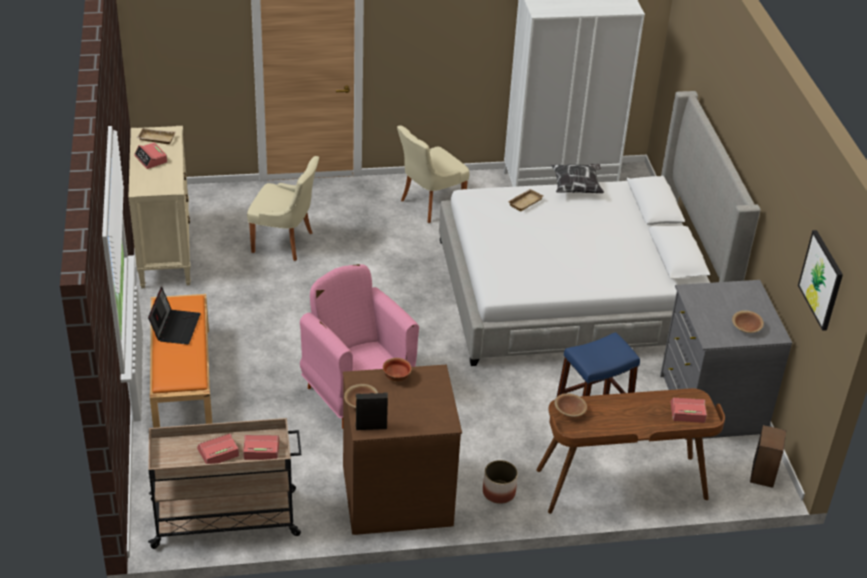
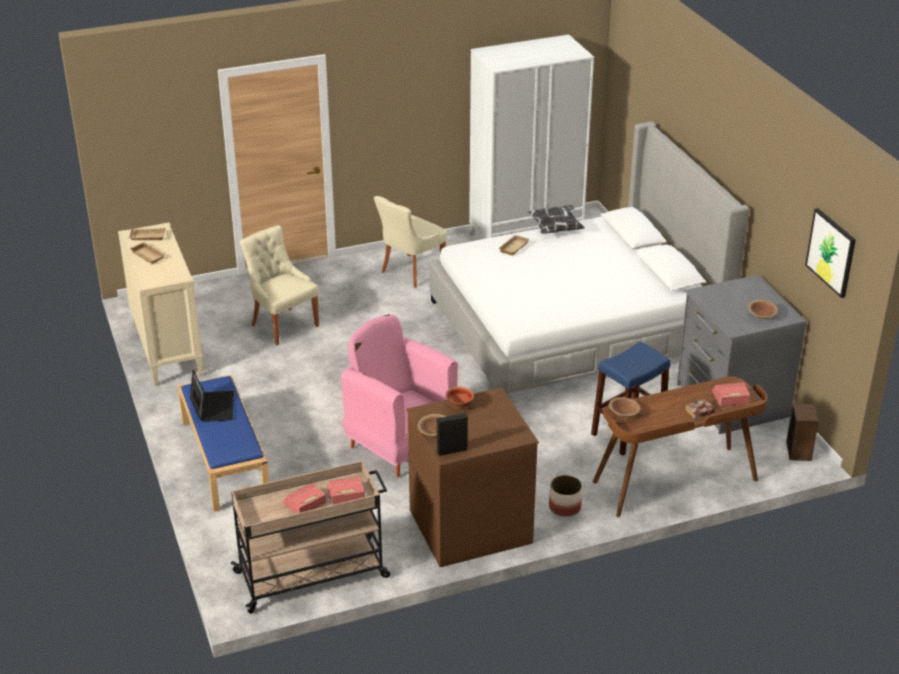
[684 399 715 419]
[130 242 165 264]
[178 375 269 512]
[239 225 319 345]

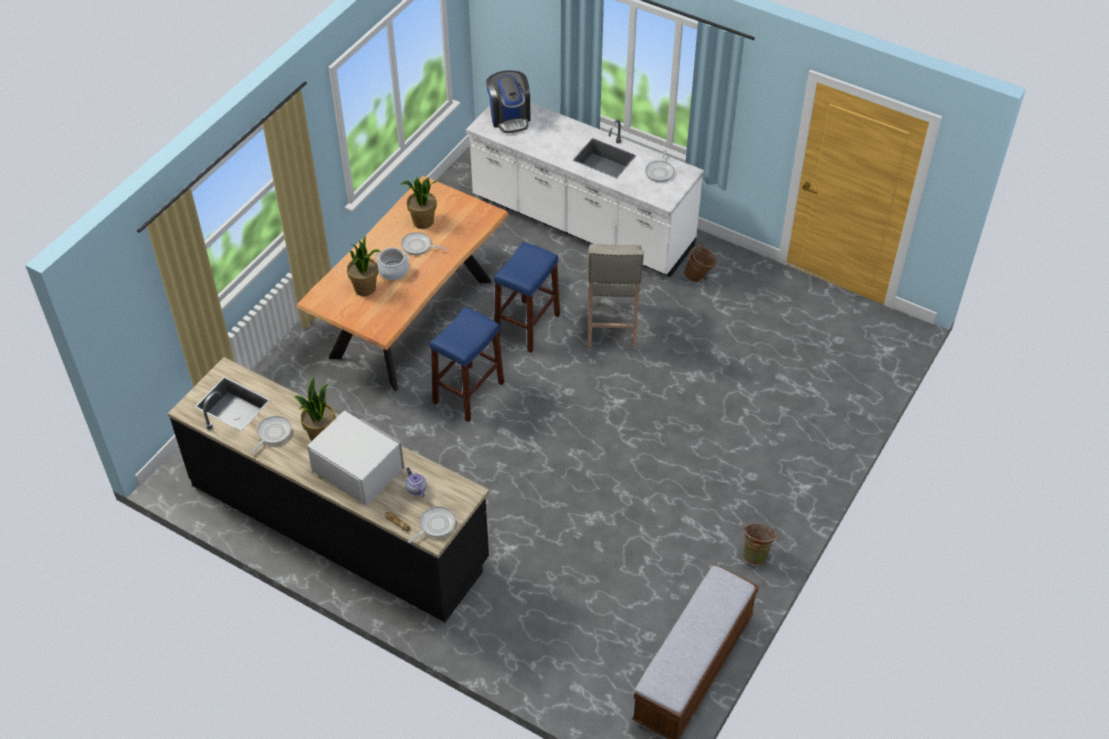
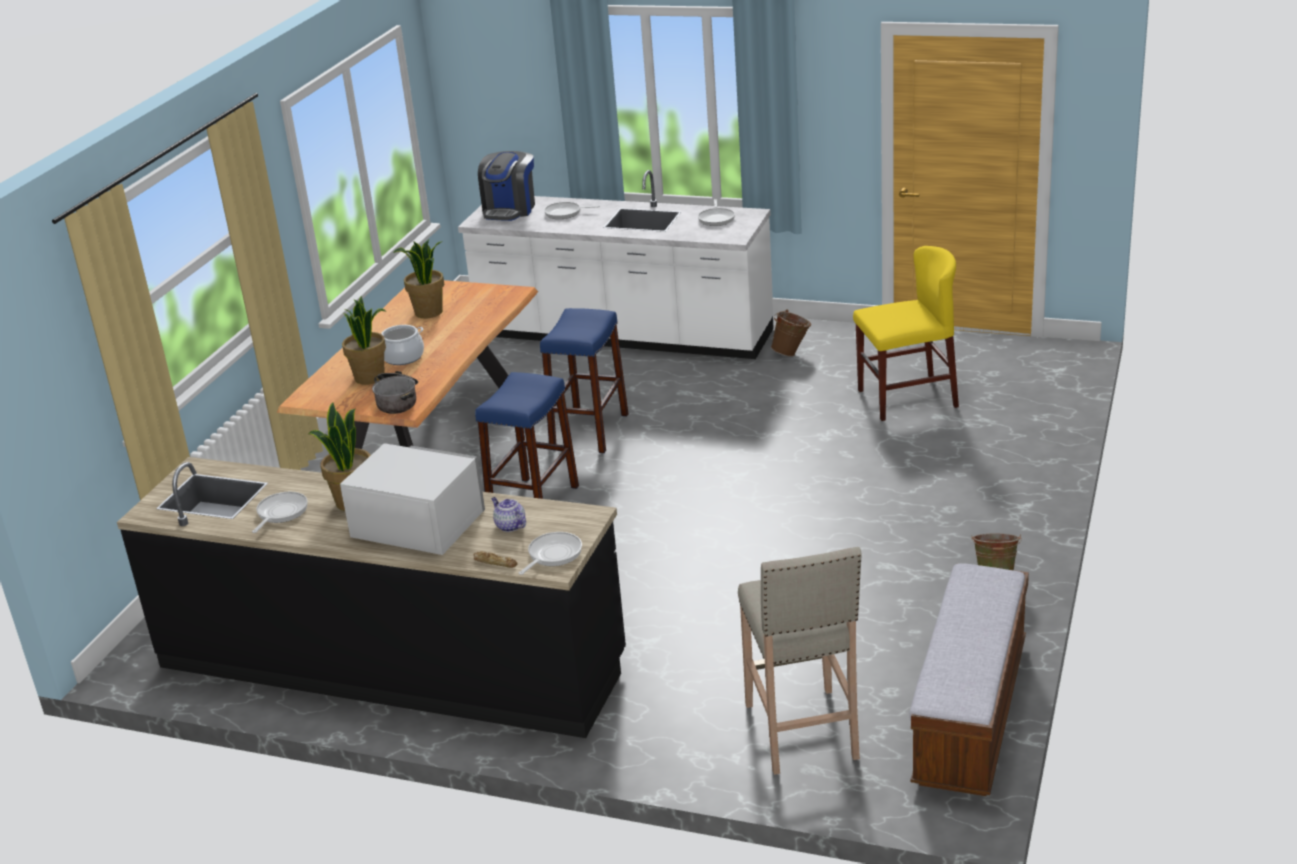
[372 371 418 414]
[853 246 959 421]
[544 202 600 219]
[738 547 862 775]
[478 151 535 221]

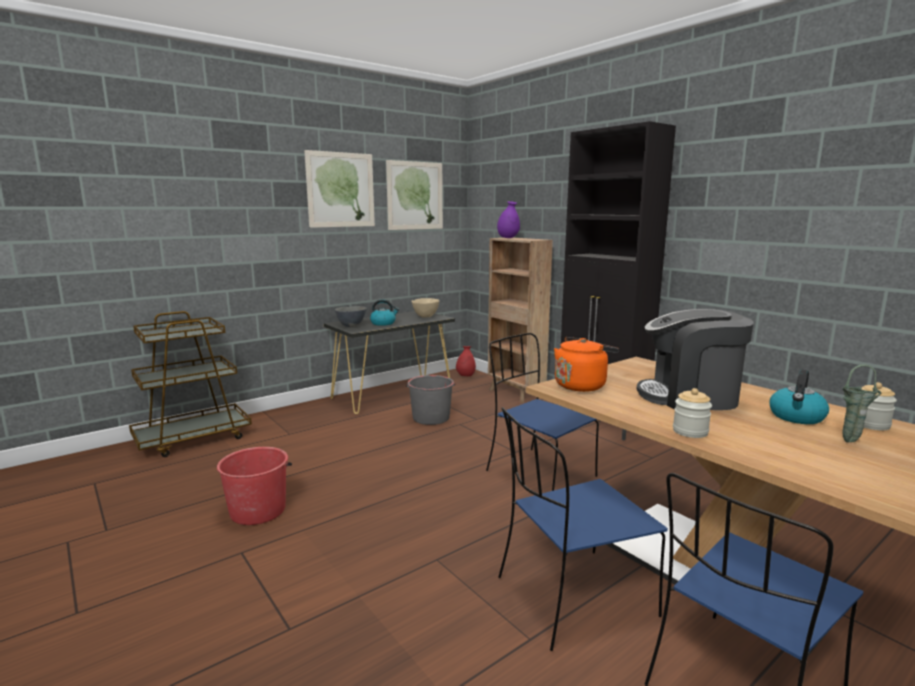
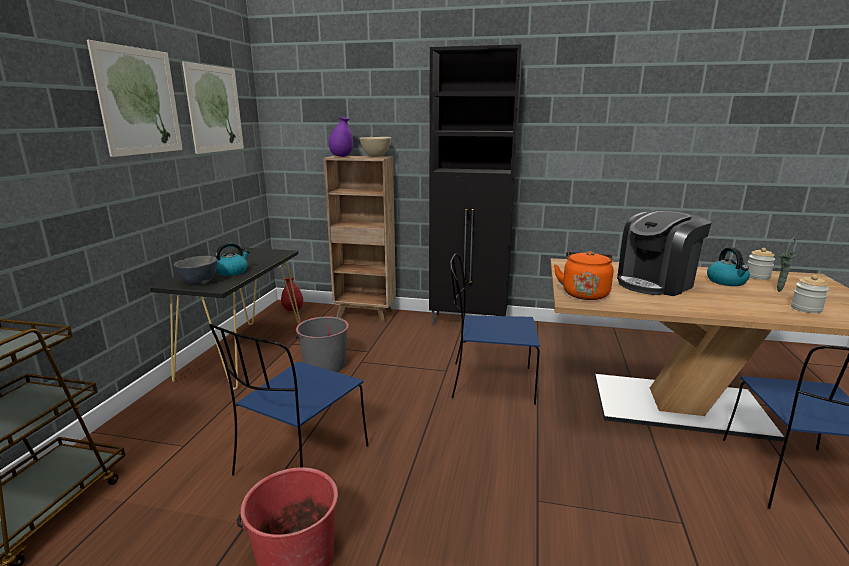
[360 137 391 157]
[209 324 369 475]
[791 275 829 313]

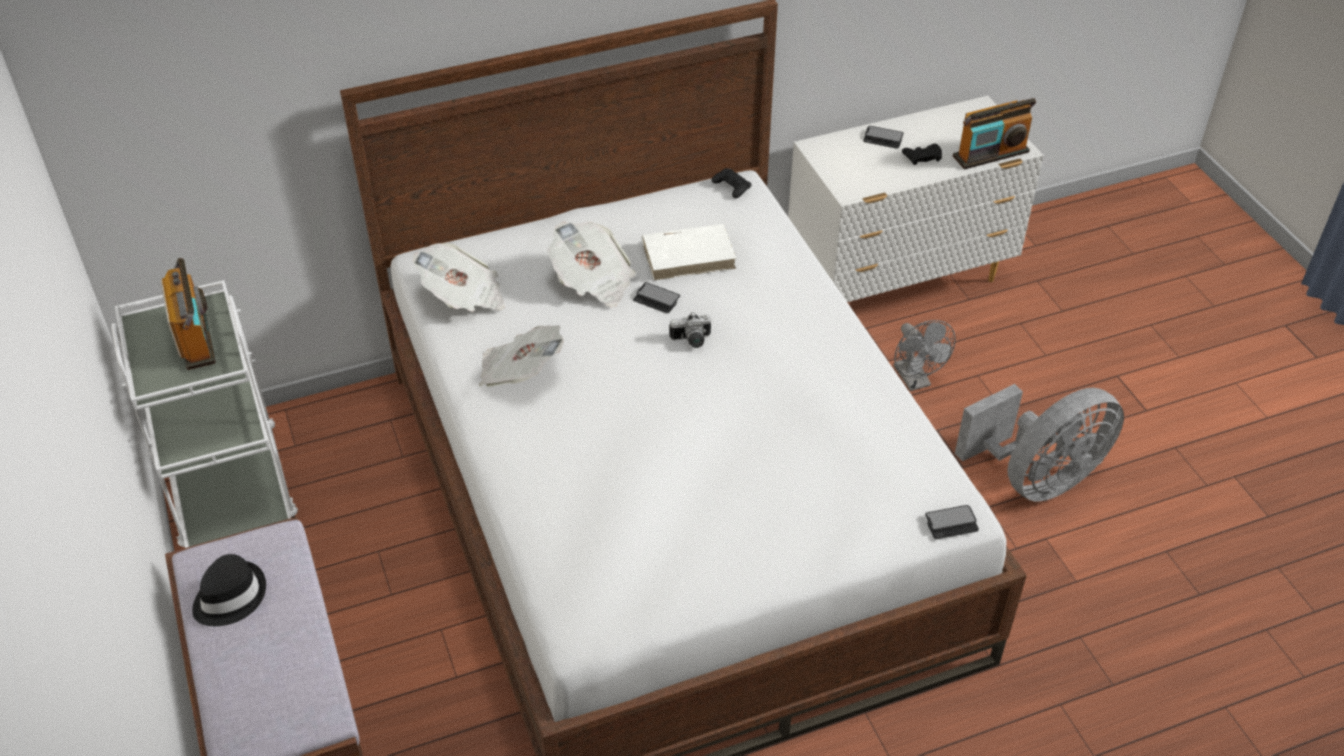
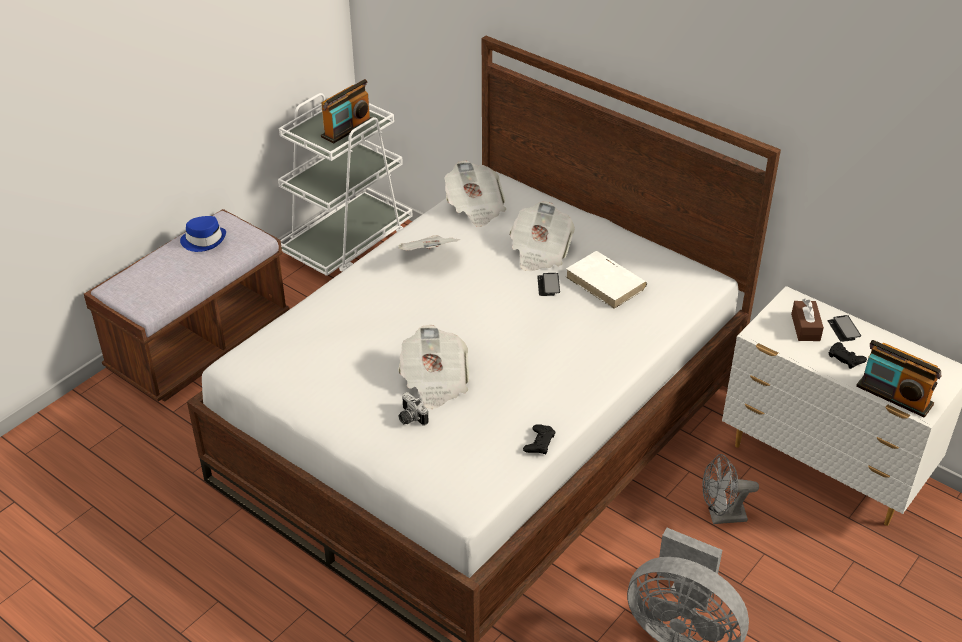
[925 505 979 539] (first image)
[398 325 469 409]
[791 299 824 341]
[399 392 429 425]
[523 424 556 454]
[180 216 226 252]
[702 454 759 524]

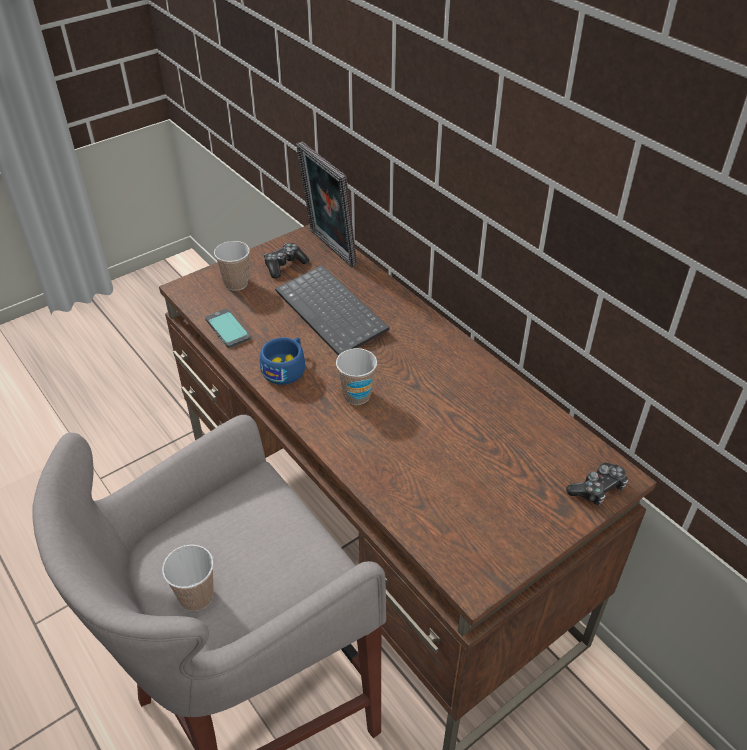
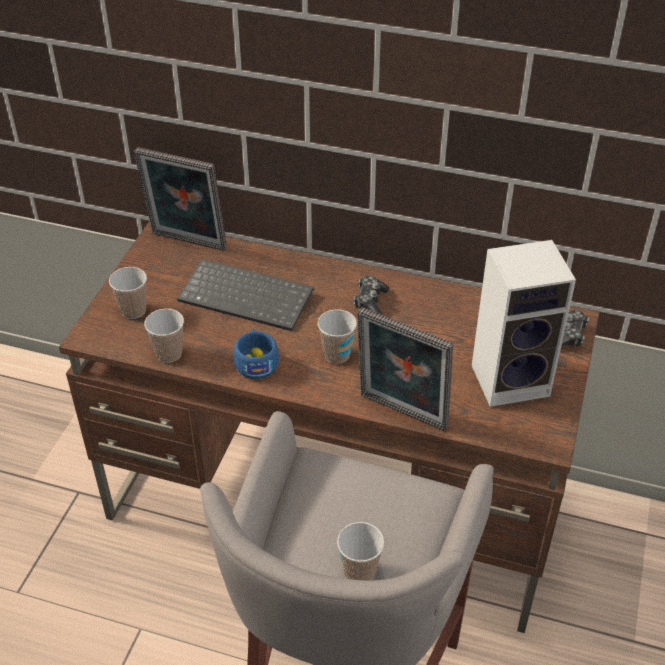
[357 307 453 431]
[472 240 576 407]
[353 276 389 315]
[144 309 184 363]

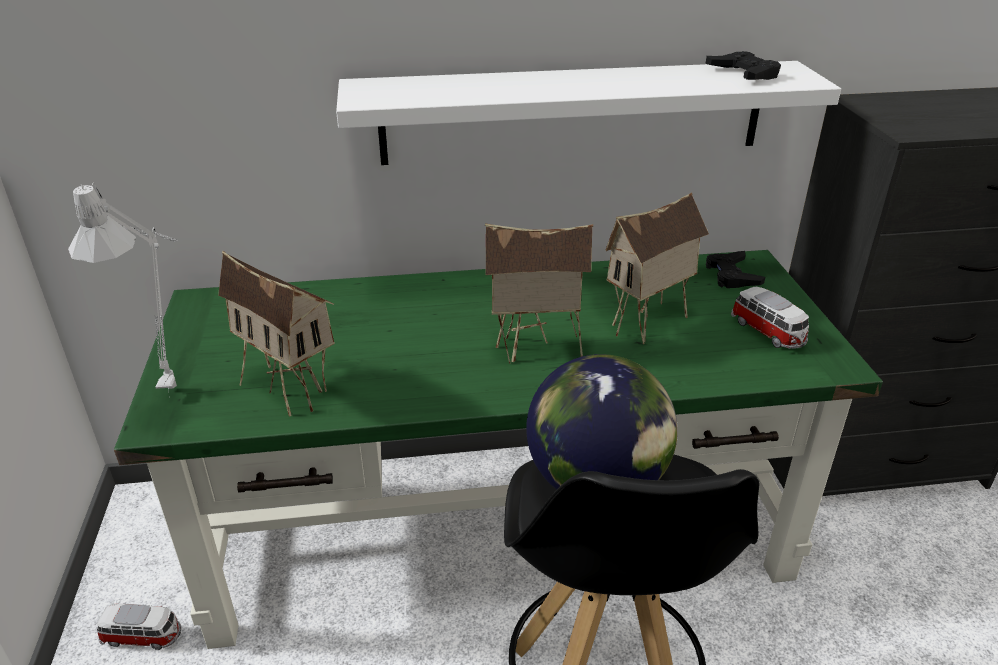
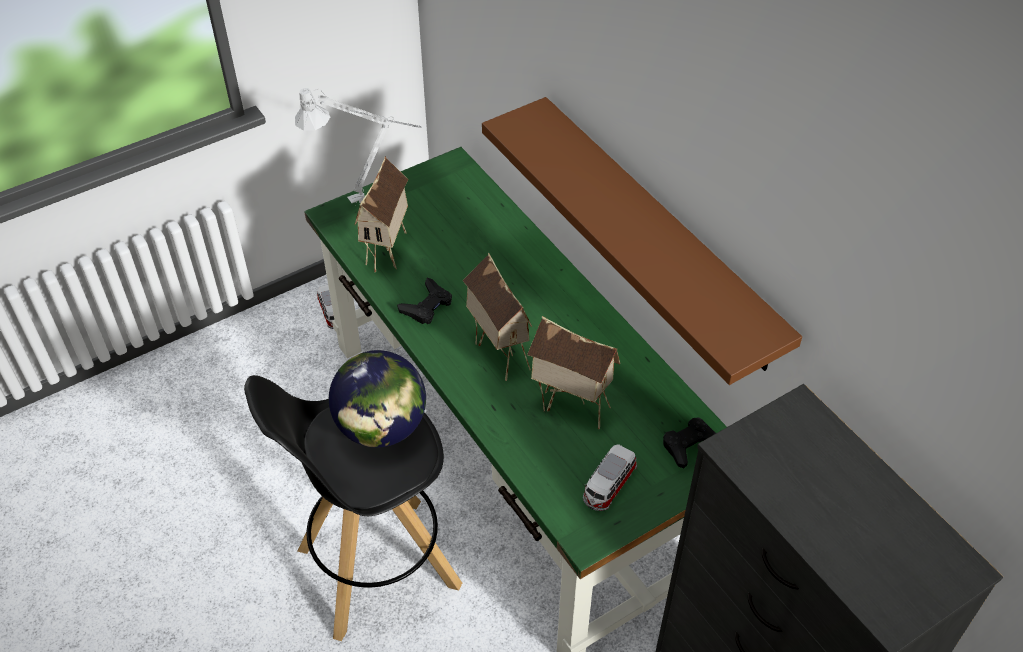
[397 278 452 324]
[482 97 802 385]

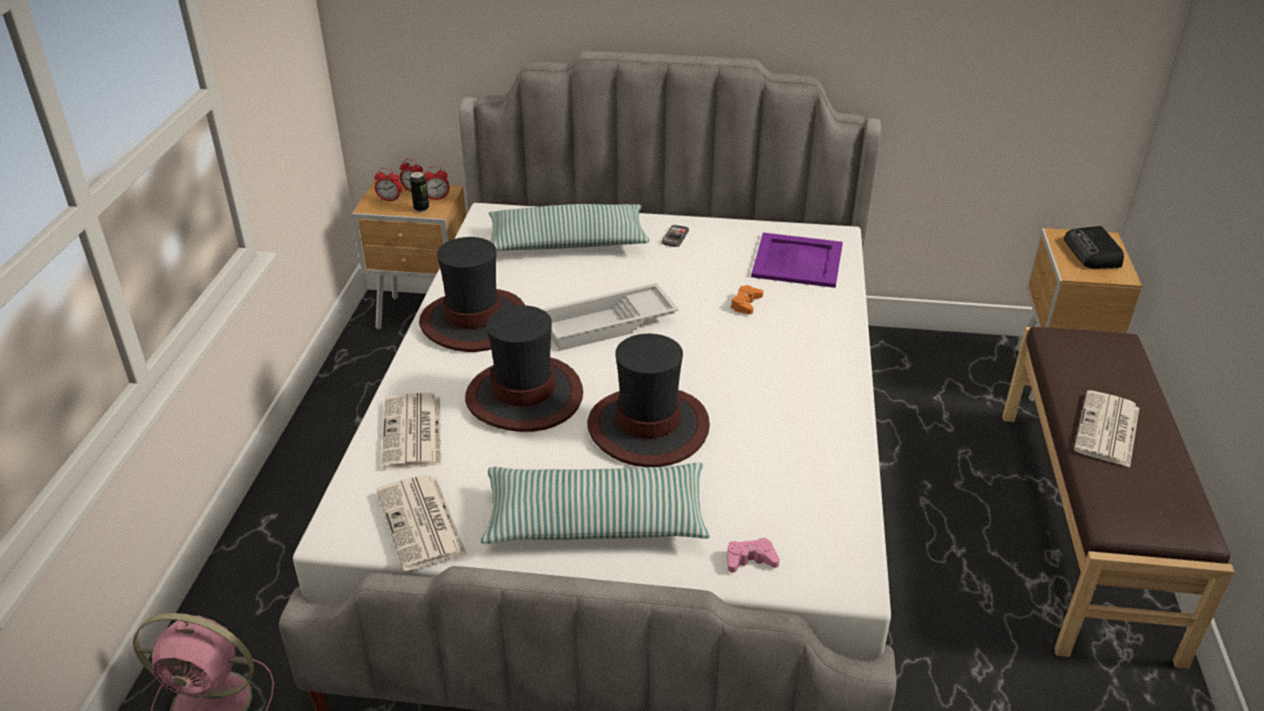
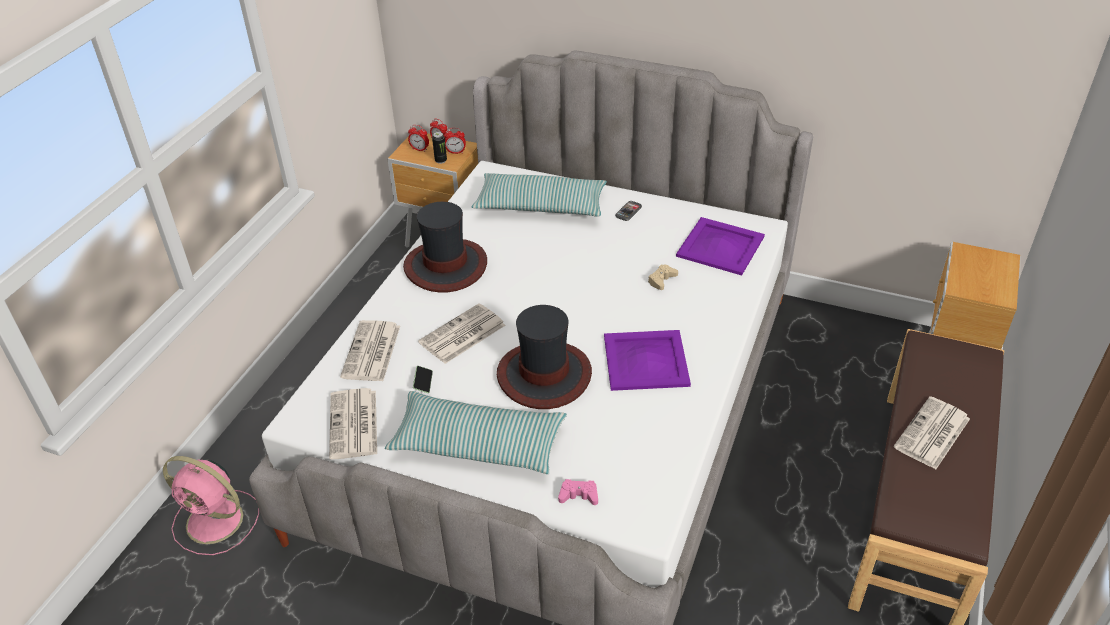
[542 283 679 351] (first image)
[1064 226 1124 269] (first image)
[413 366 433 393]
[604 330 691 391]
[418 304 505 364]
[648 265 678 290]

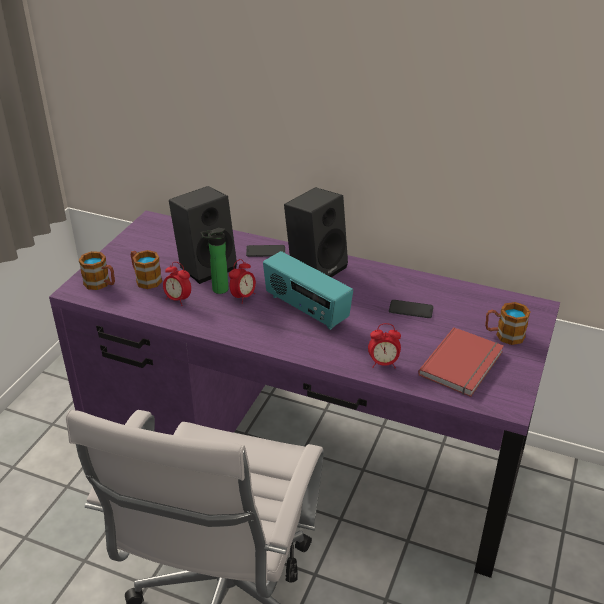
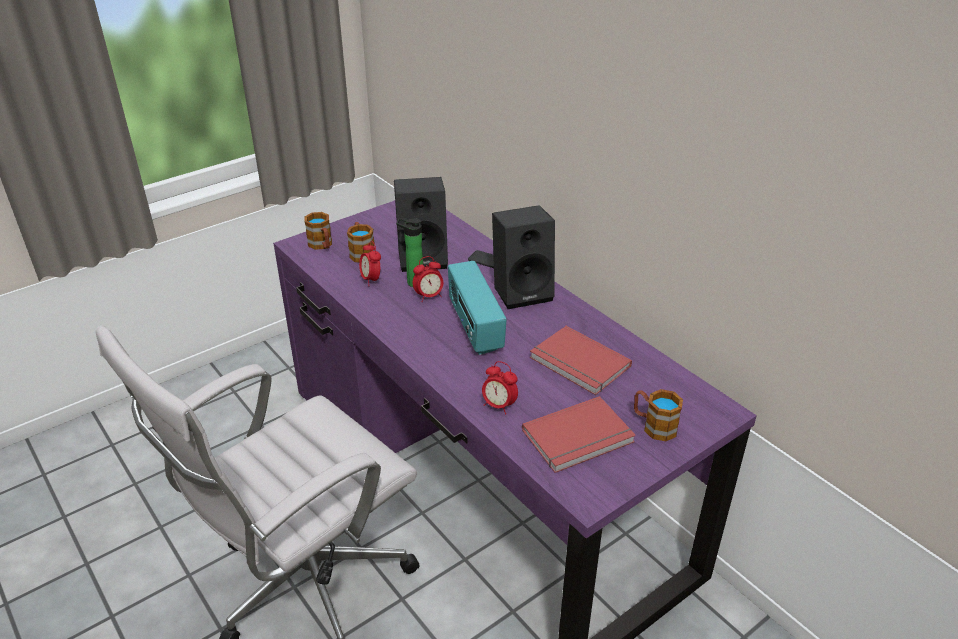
[530 326 632 395]

